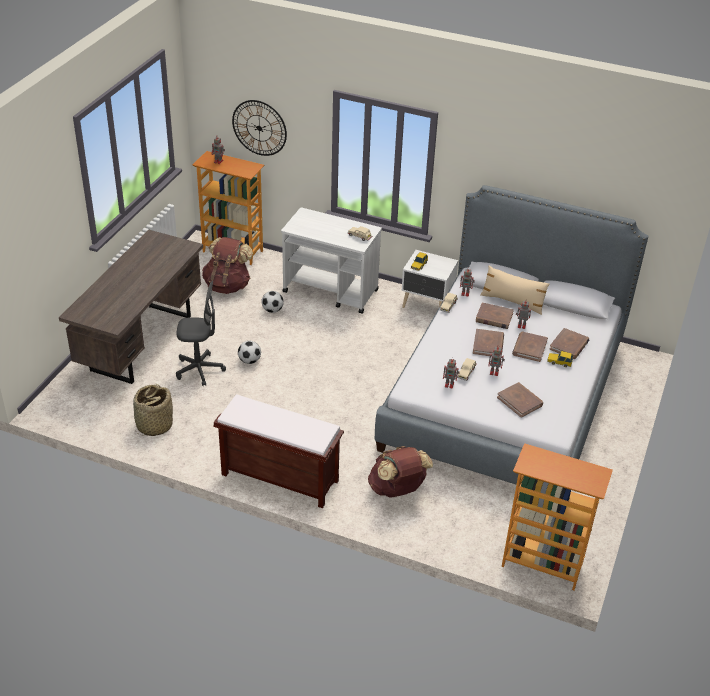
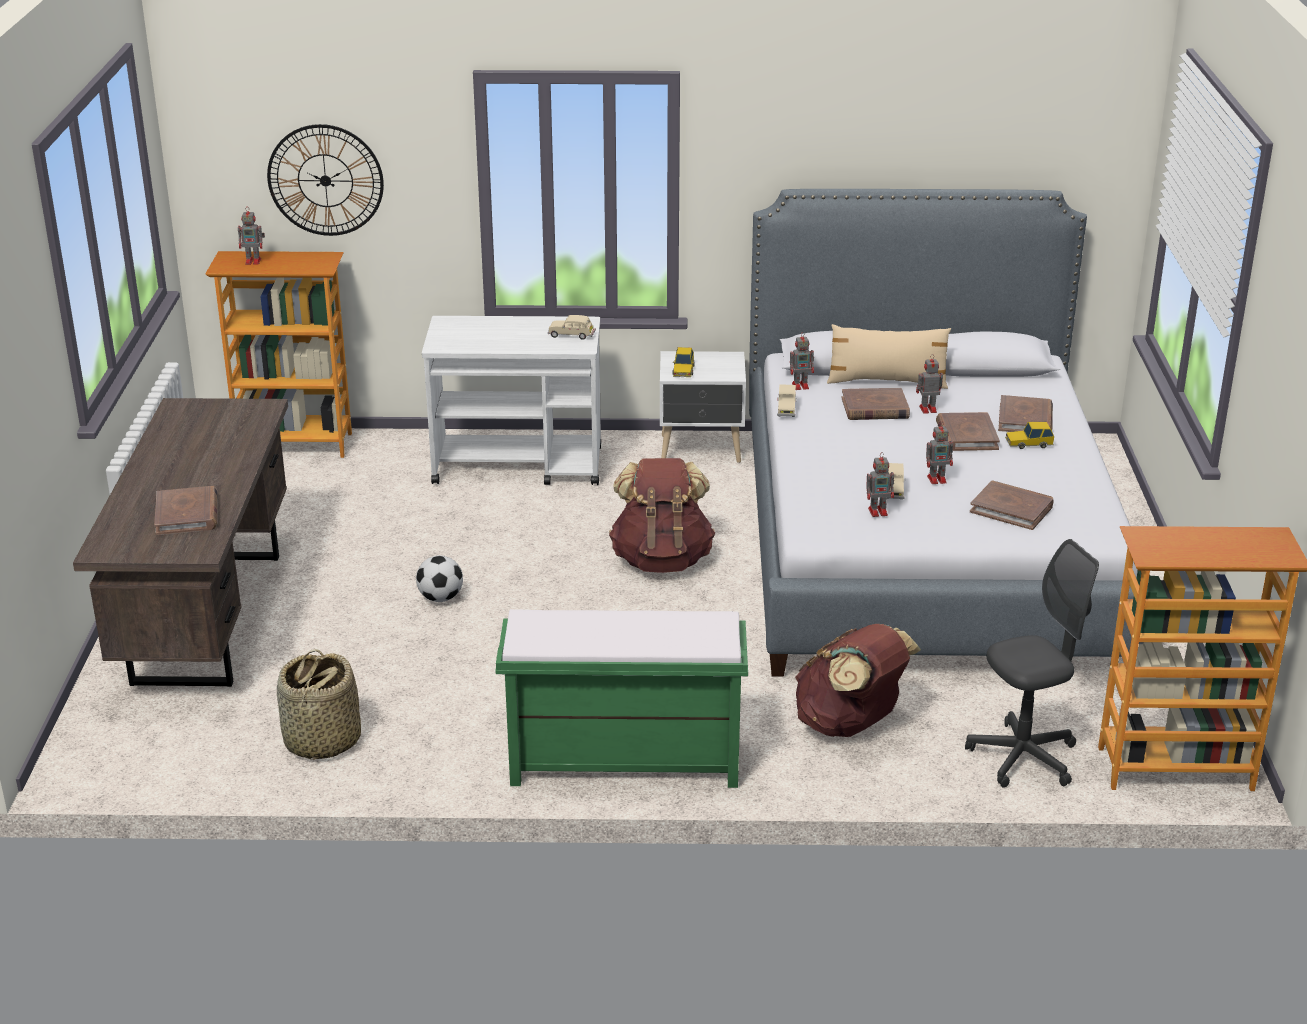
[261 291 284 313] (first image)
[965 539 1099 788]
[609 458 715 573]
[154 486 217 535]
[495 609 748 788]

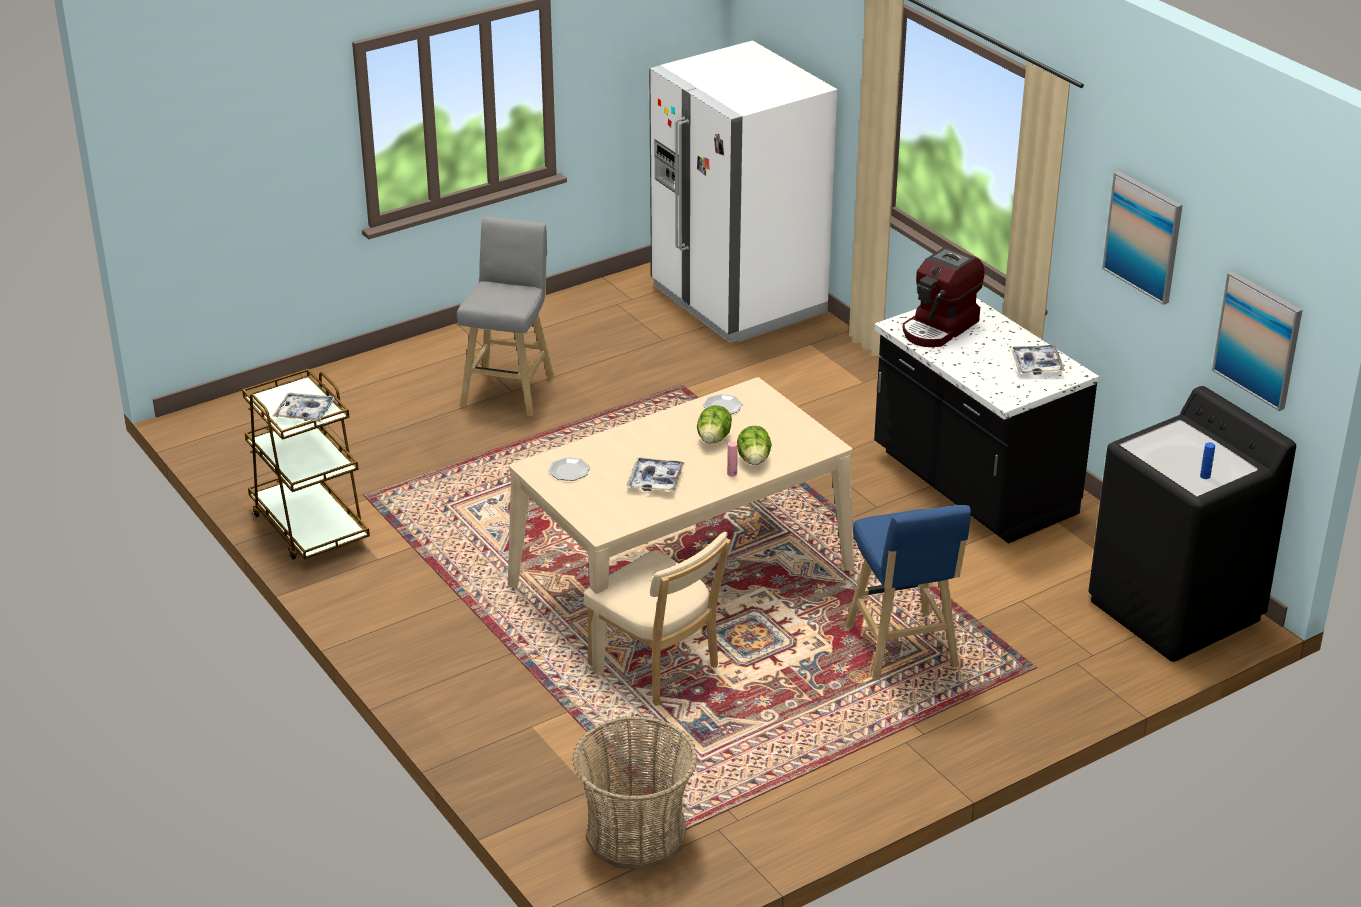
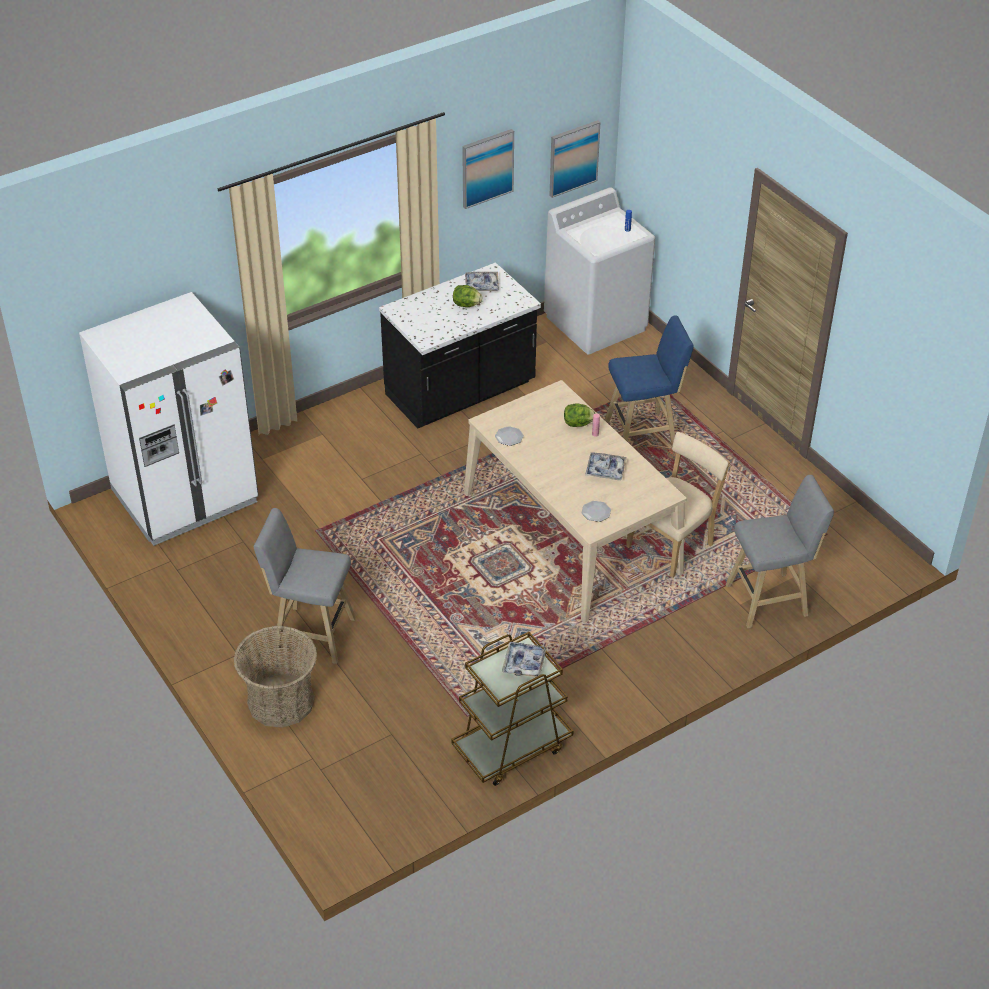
[903 247 985 347] (first image)
[725 475 834 628]
[234 626 317 728]
[453 285 482 307]
[544 187 655 354]

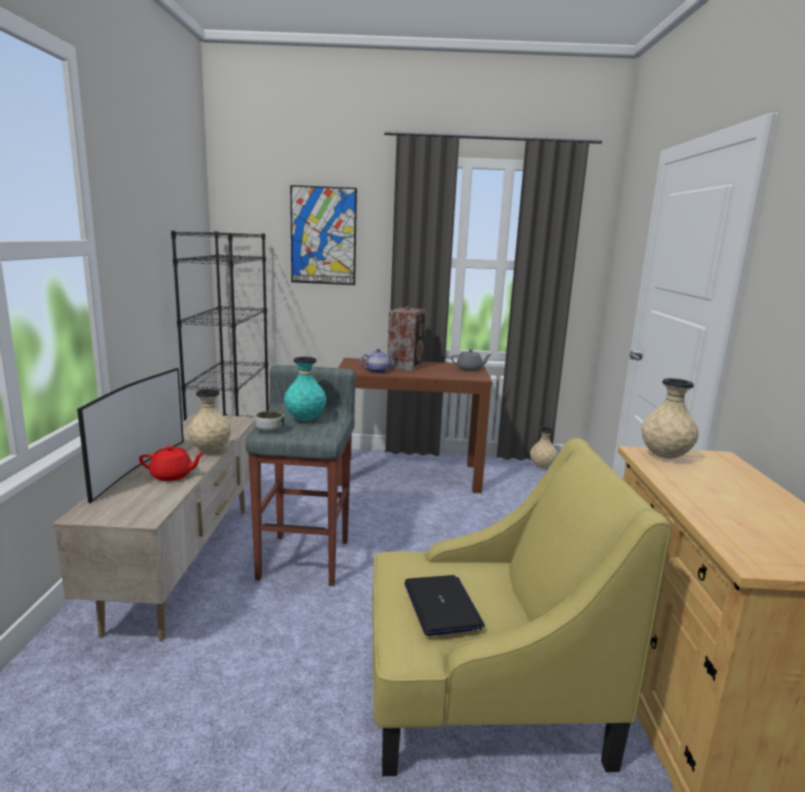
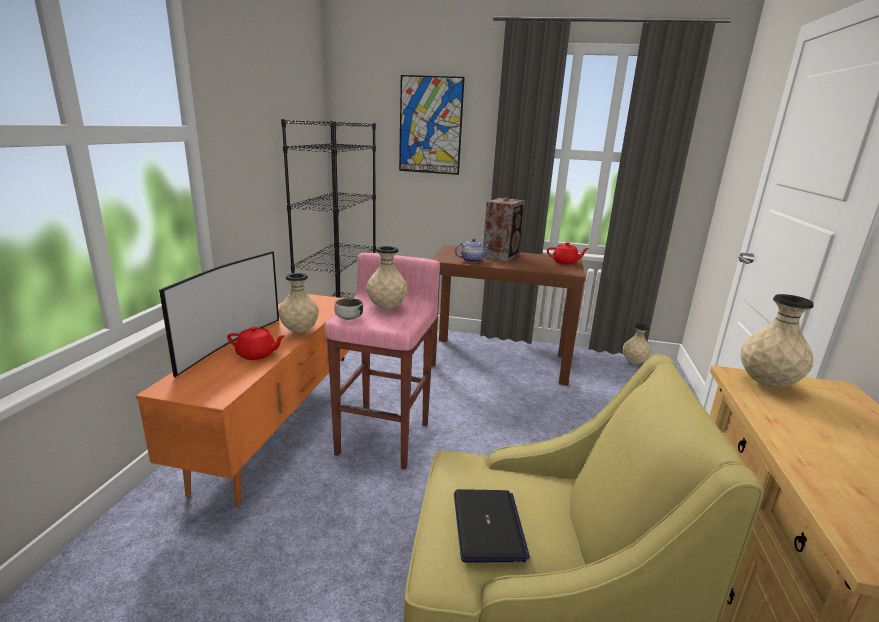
[136 294 350 507]
[325 253 440 470]
[366 246 407 309]
[547 242 590 265]

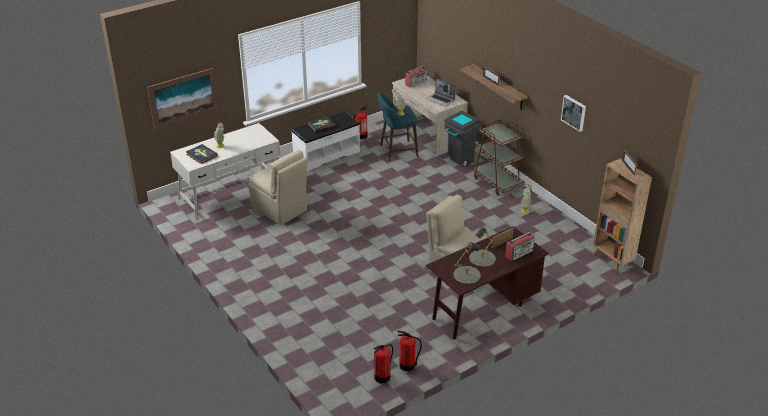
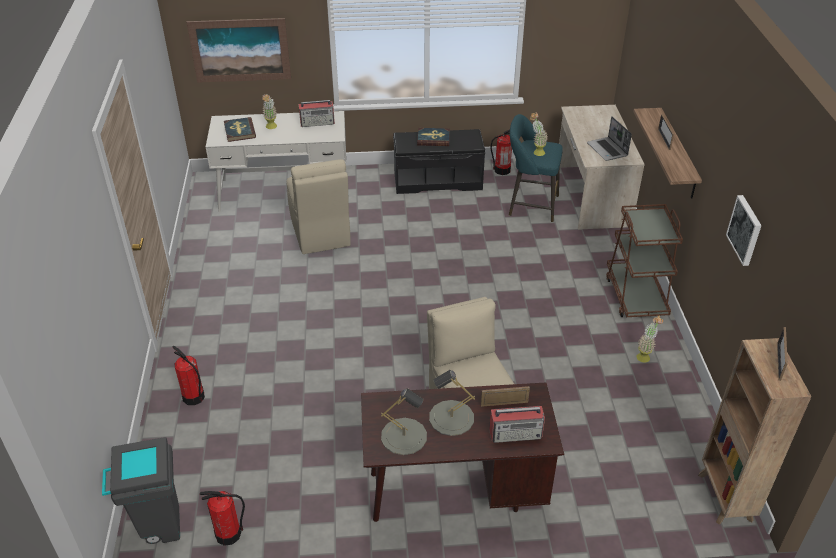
[172 346 205 405]
[299 100 335 127]
[102 437 180 544]
[393 129 485 194]

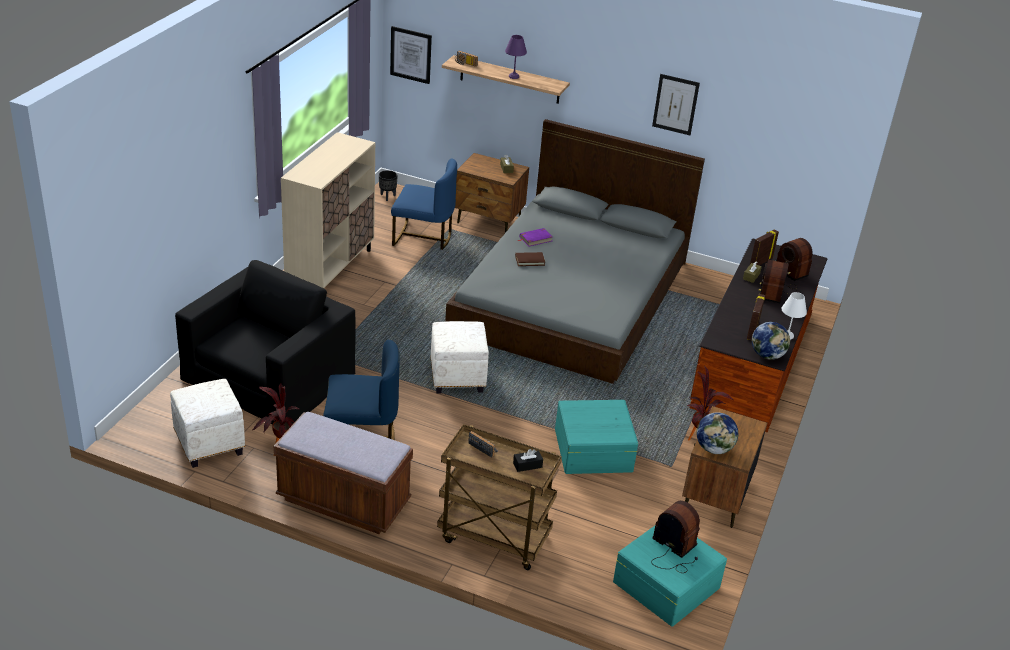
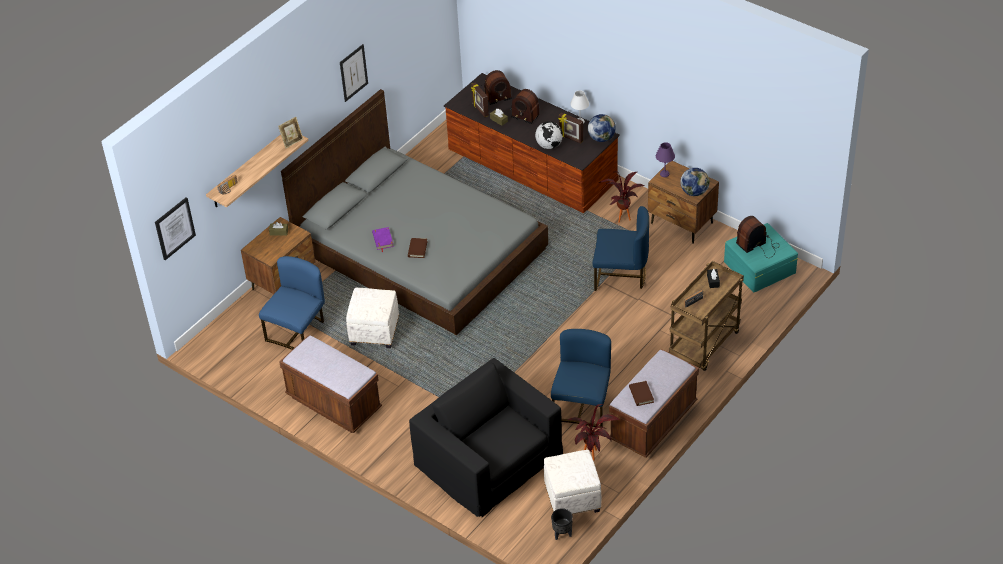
[278 117 303 148]
[535 121 563 149]
[629 381 654 406]
[551 508 573 540]
[346 288 399 348]
[656 142 675 177]
[279 335 382 433]
[592 206 649 291]

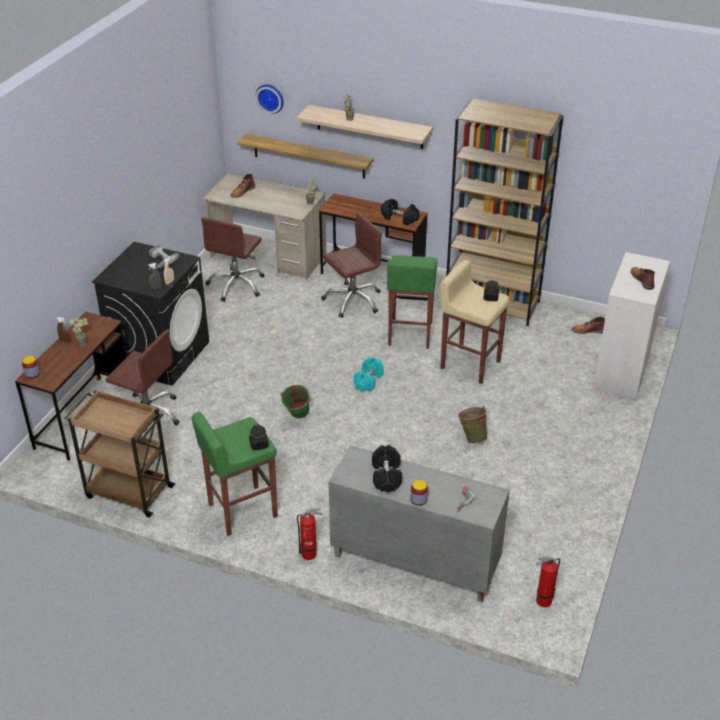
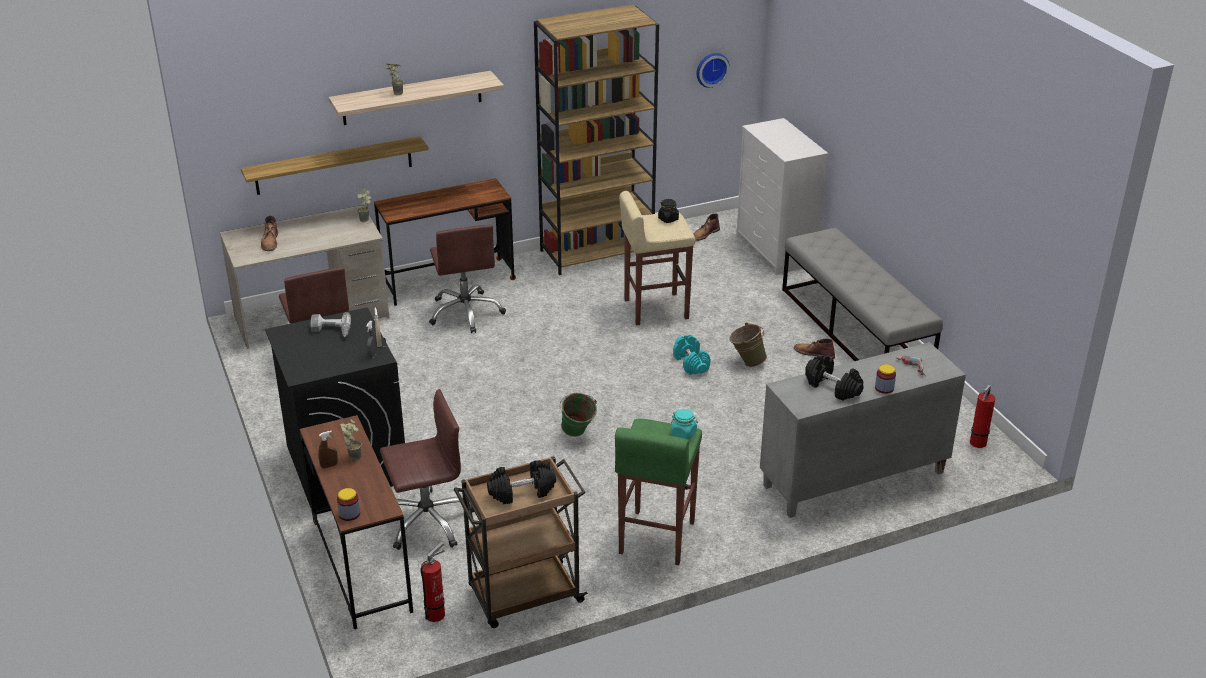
[387 255 438 349] (first image)
[782 228 943 361]
[696 53 730 88]
[421 542 445 622]
[673 335 710 375]
[487 460 556 504]
[794 338 835 360]
[671 409 698 440]
[429 224 506 333]

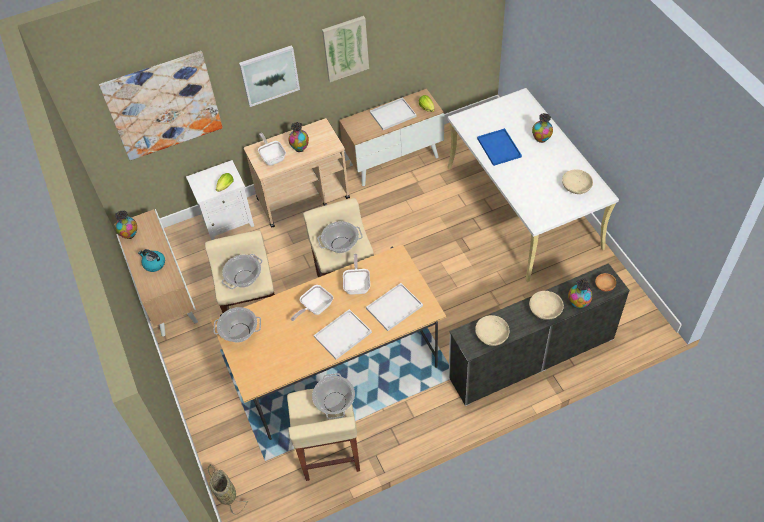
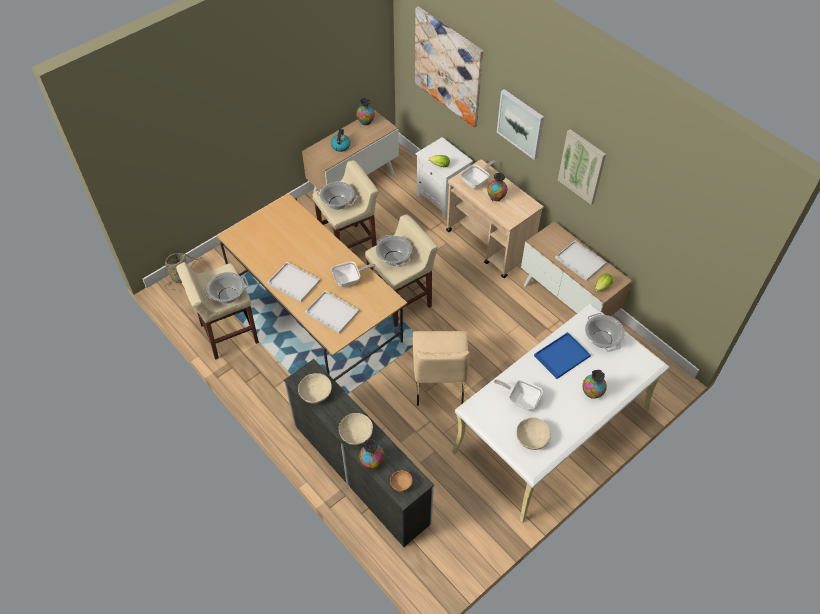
[413 331 470 406]
[585 313 625 352]
[494 379 543 411]

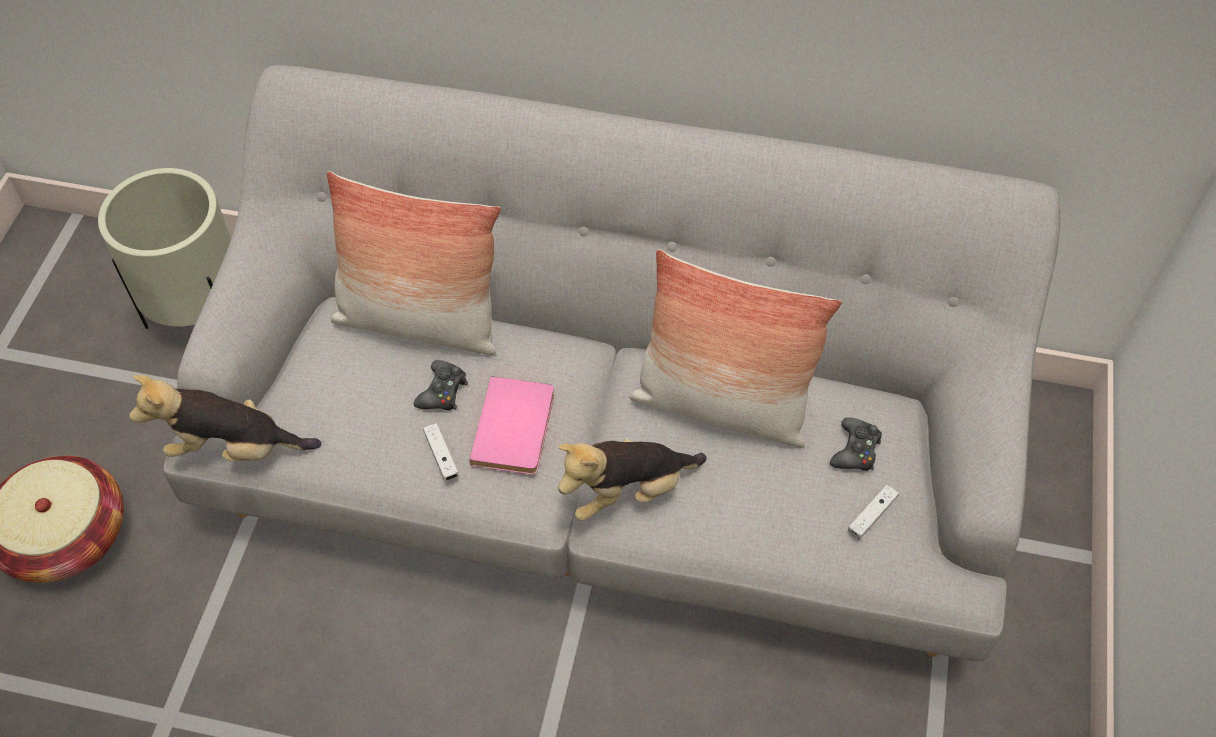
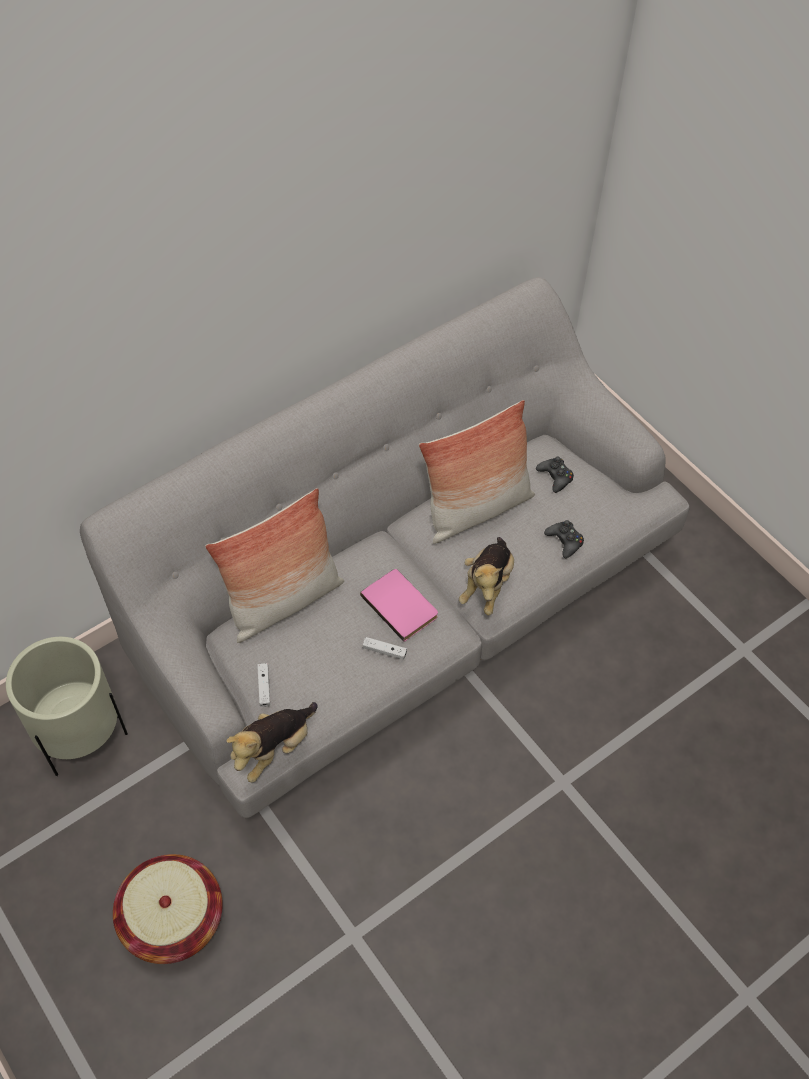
[544 520 584 558]
[257 663 270 707]

